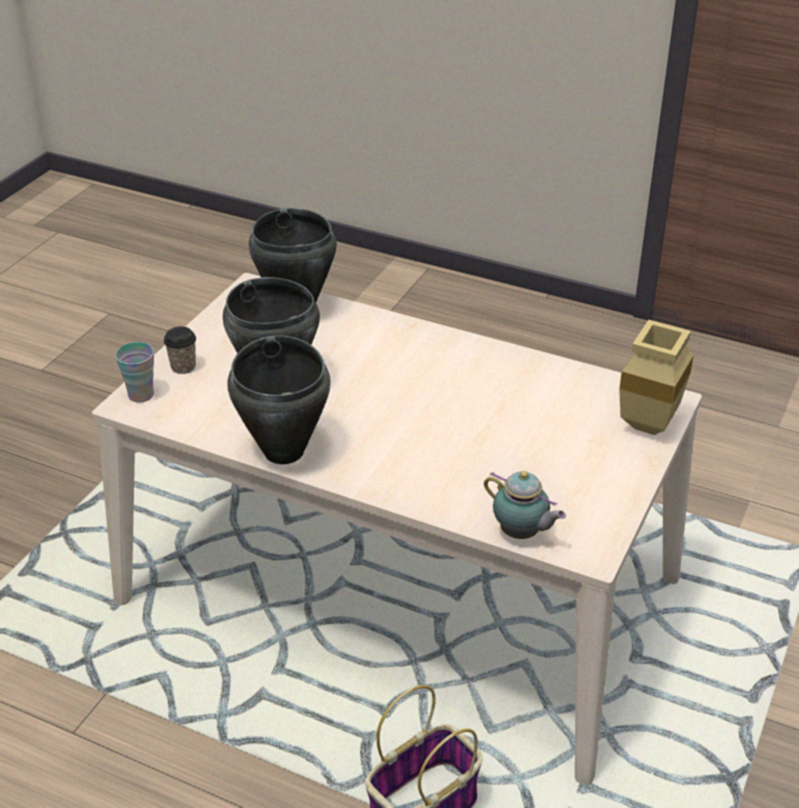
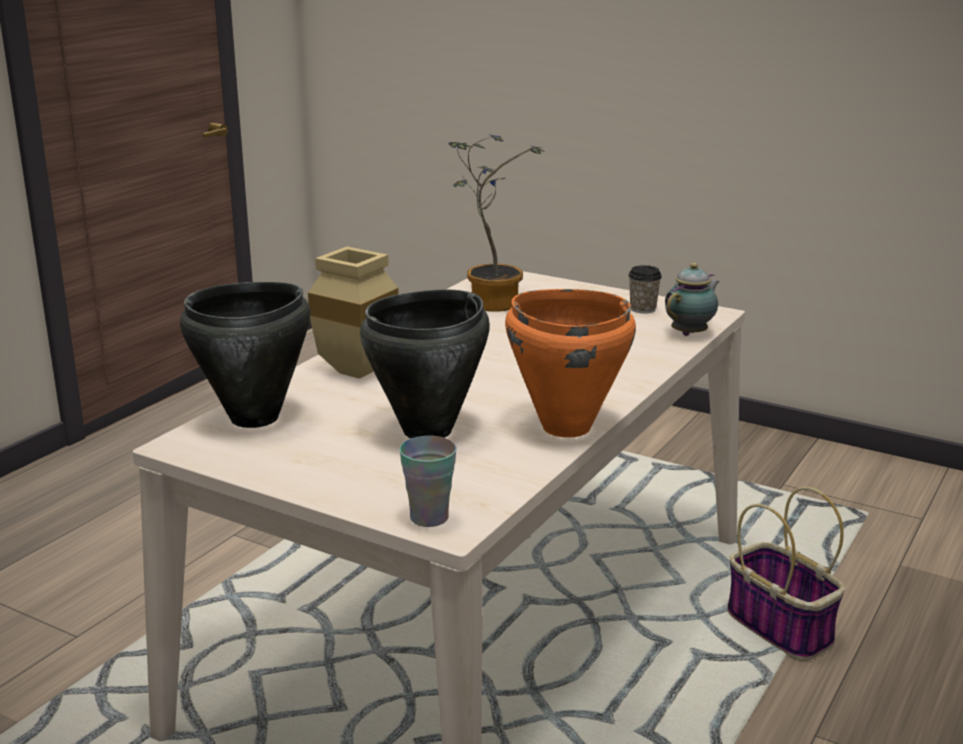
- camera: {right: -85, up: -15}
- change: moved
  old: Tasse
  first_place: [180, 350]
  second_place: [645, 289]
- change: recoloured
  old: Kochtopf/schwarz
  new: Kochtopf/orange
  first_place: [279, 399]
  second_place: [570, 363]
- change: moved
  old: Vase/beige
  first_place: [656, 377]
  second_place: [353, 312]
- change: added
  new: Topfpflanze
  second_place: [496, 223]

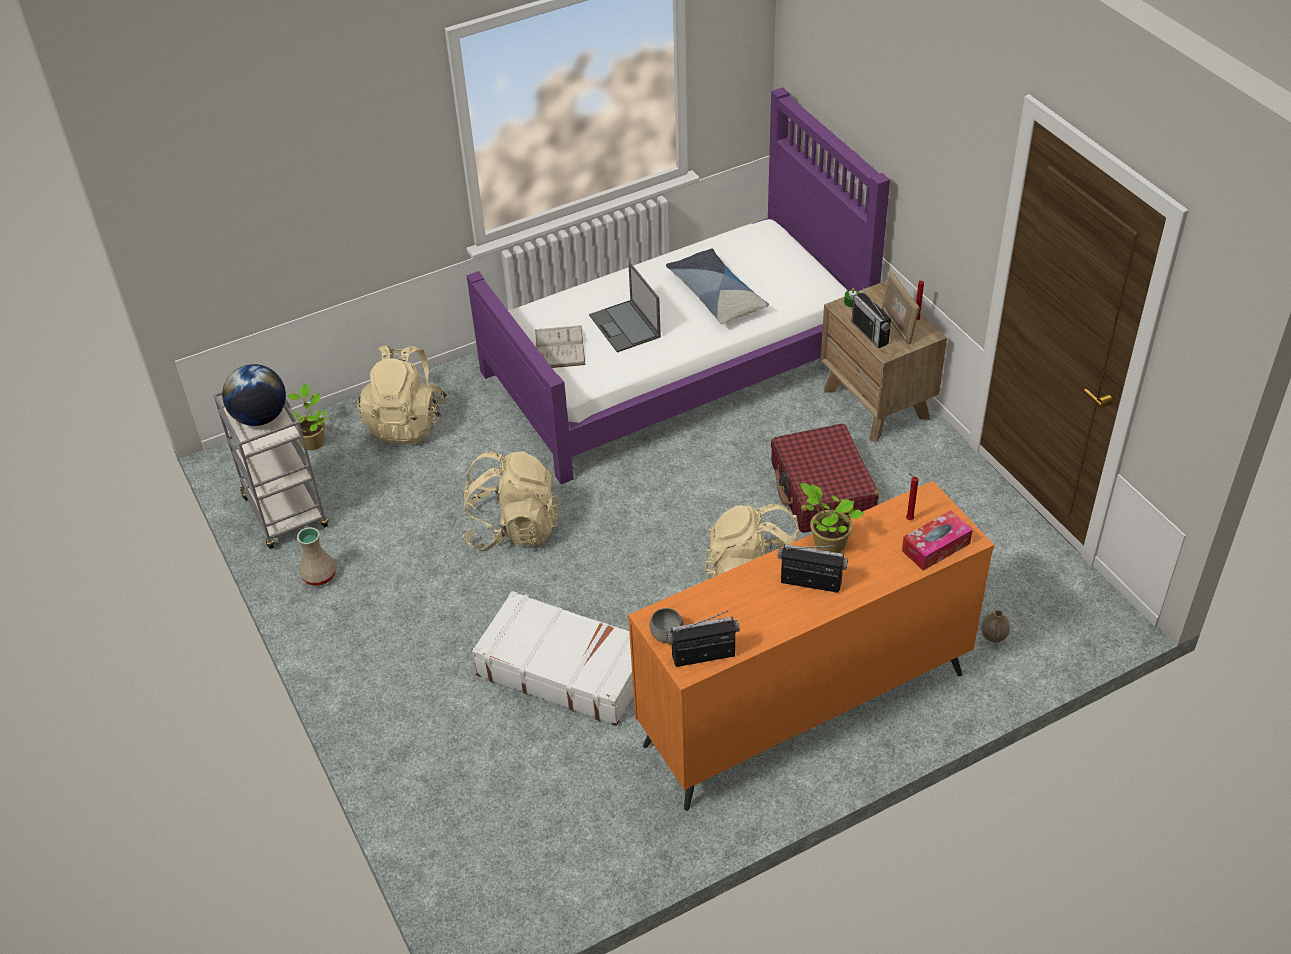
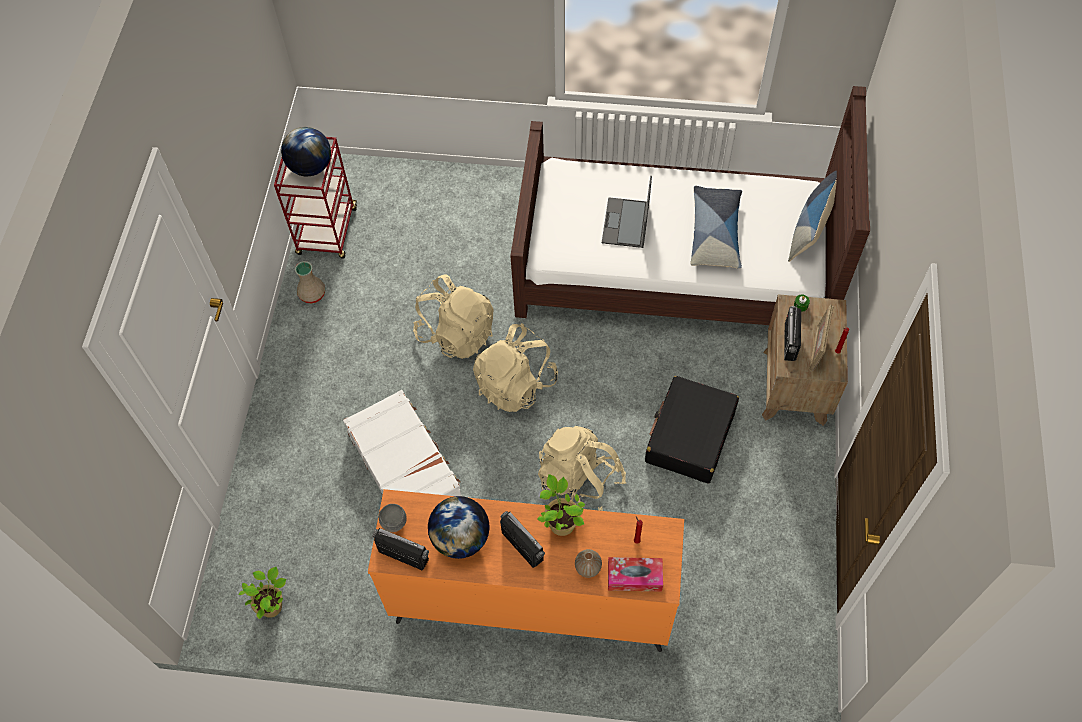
- camera: {right: 35, up: 15}
- change: recoloured
  old: Rollwagen/grau
  new: Rollwagen/rot
  first_place: [271, 470]
  second_place: [315, 198]
- change: moved
  old: Topfpflanze
  first_place: [306, 417]
  second_place: [262, 593]
- change: moved
  old: Rucksack/beige
  first_place: [402, 394]
  second_place: [515, 367]
- change: recoloured
  old: Bett/lila
  new: Bett/braun
  first_place: [678, 285]
  second_place: [690, 205]
- change: removed
  old: Buch/weiß
  first_place: [560, 346]
- change: recoloured
  old: Koffer/rot
  new: Koffer/schwarz
  first_place: [825, 478]
  second_place: [692, 429]
- change: moved
  old: Vase
  first_place: [995, 626]
  second_place: [588, 563]
- change: added
  new: Globus
  second_place: [459, 527]
- change: added
  new: Kissen
  second_place: [812, 216]

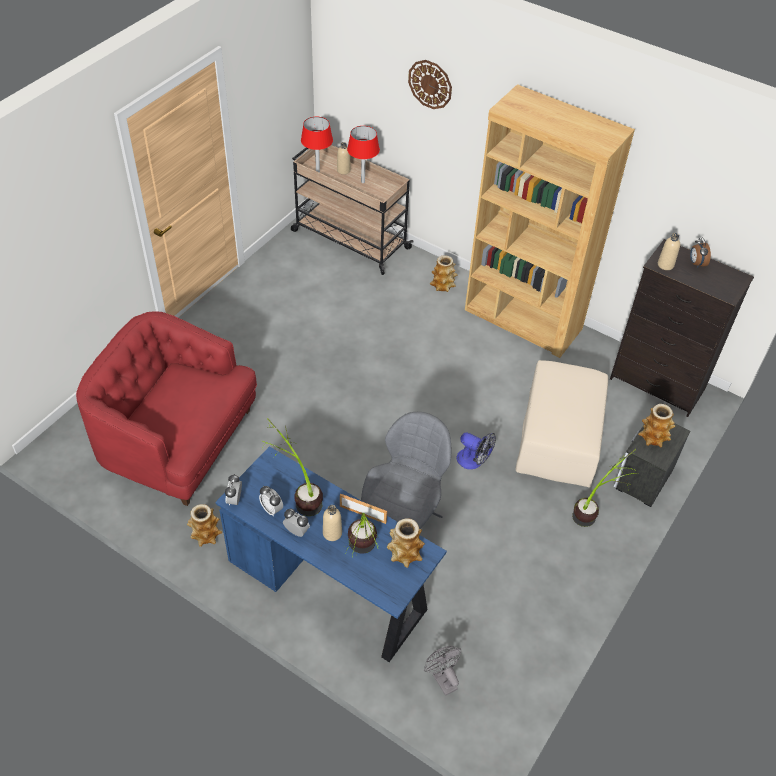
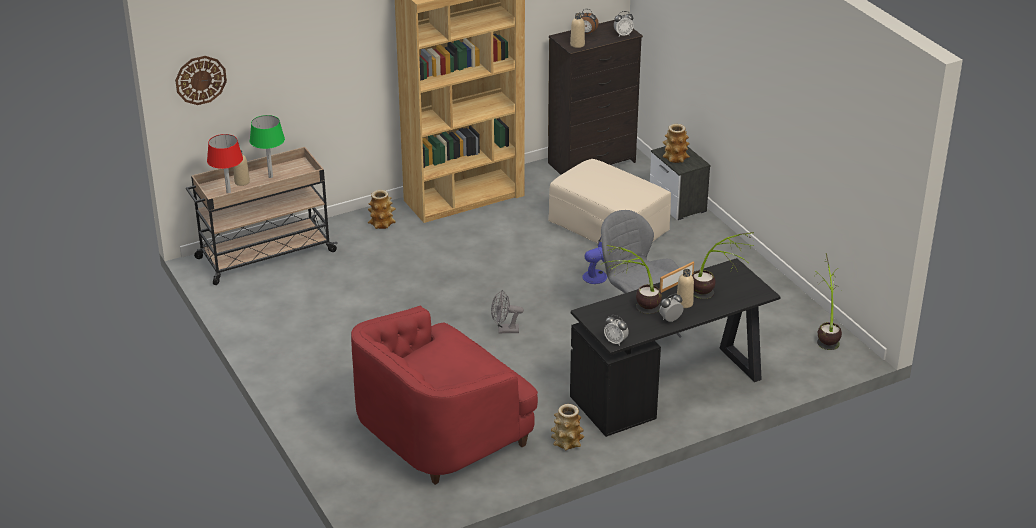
- camera: {right: -60, up: -15}
- change: recoloured
  old: Schreibtisch/blau
  new: Schreibtisch/schwarz
  first_place: [331, 554]
  second_place: [675, 347]
- change: moved
  old: Wecker
  first_place: [271, 501]
  second_place: [623, 23]
- change: recoloured
  old: Tischlampe/rot
  new: Tischlampe/grün
  first_place: [363, 154]
  second_place: [267, 146]
- change: removed
  old: Vase
  first_place: [406, 543]
- change: moved
  old: Wanduhr
  first_place: [430, 84]
  second_place: [201, 80]
- change: moved
  old: Ventilator/grau
  first_place: [442, 671]
  second_place: [507, 312]
- change: moved
  old: Topfpflanze
  first_place: [604, 488]
  second_place: [827, 301]

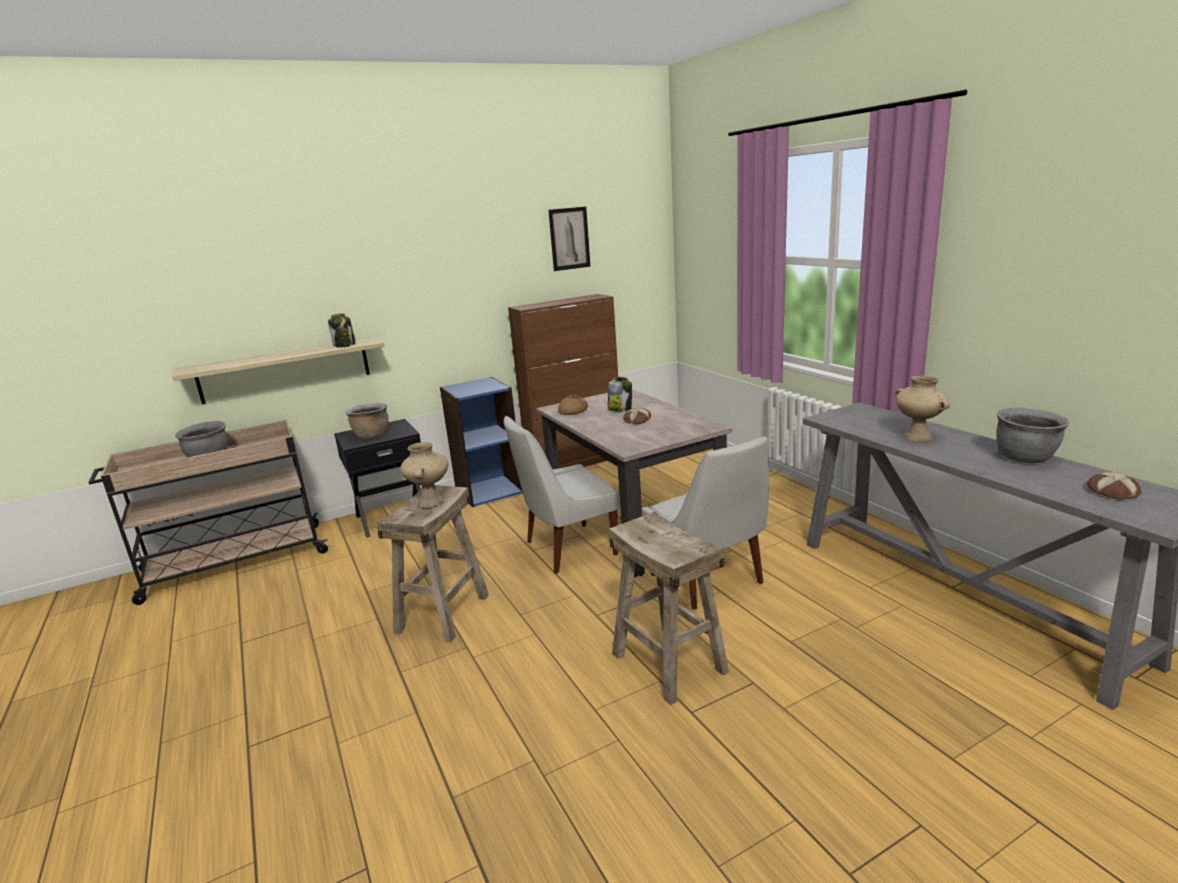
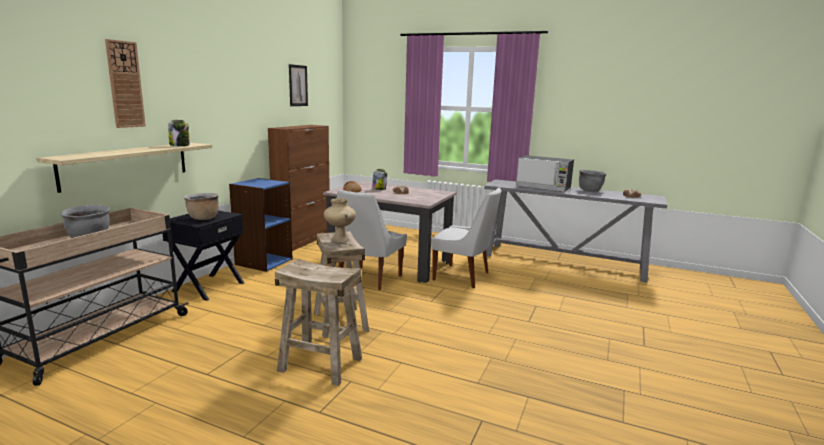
- camera: {right: -40, up: -5}
- change: moved
  old: Hocker/beige
  first_place: [669, 608]
  second_place: [318, 322]
- change: replaced
  old: Vase/beige
  new: Mikrowelle
  first_place: [922, 408]
  second_place: [545, 173]
- change: added
  new: Wanduhr
  second_place: [125, 83]

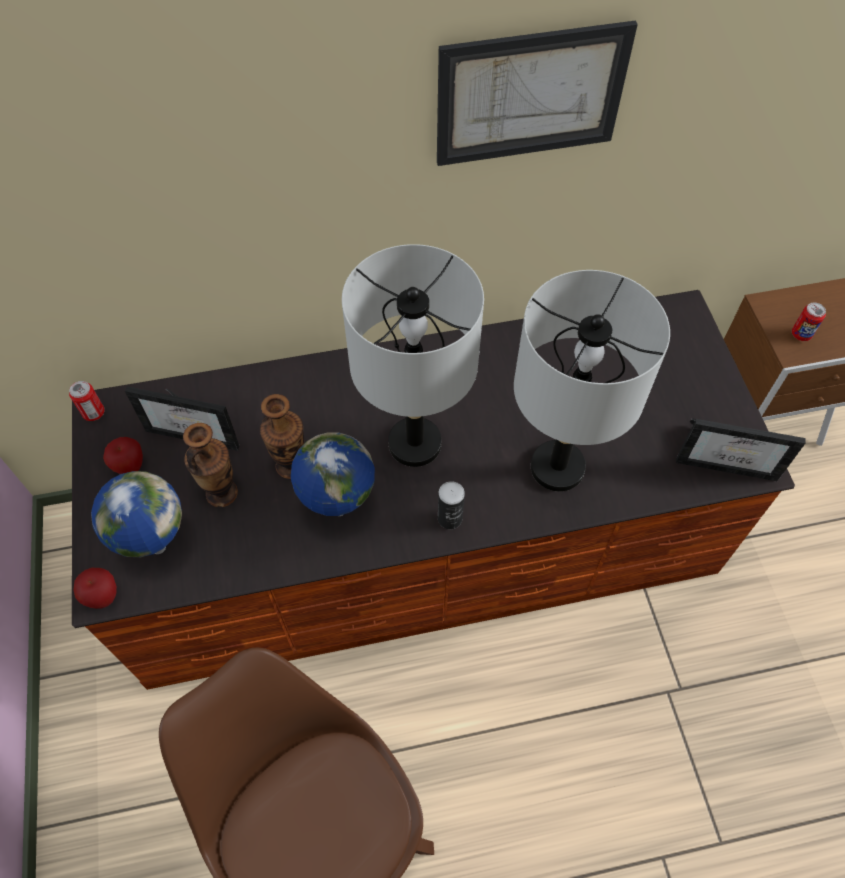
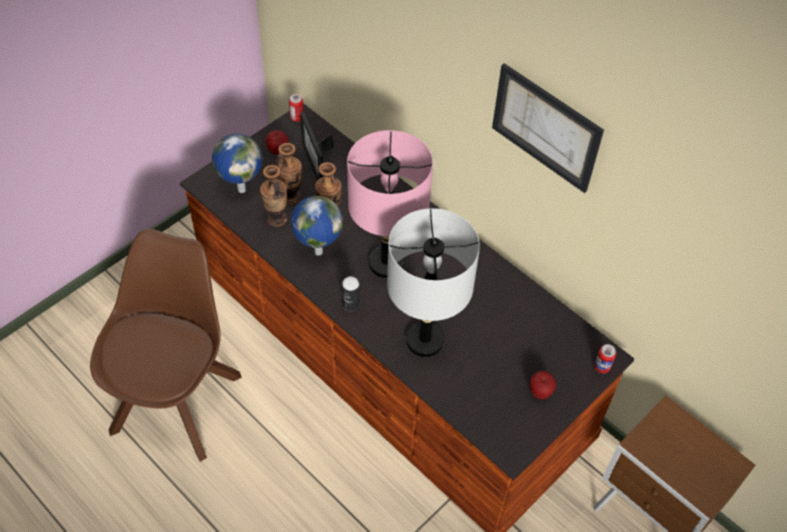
- camera: {right: 55, up: -5}
- change: moved
  old: Apfel
  first_place: [95, 588]
  second_place: [542, 385]
- change: recoloured
  old: Tischlampe/grau
  new: Tischlampe/rosa
  first_place: [413, 355]
  second_place: [390, 204]
- change: removed
  old: Bilderrahmen
  first_place: [740, 449]
- change: moved
  old: Dose
  first_place: [809, 321]
  second_place: [605, 358]
- change: added
  new: Vase
  second_place: [273, 196]

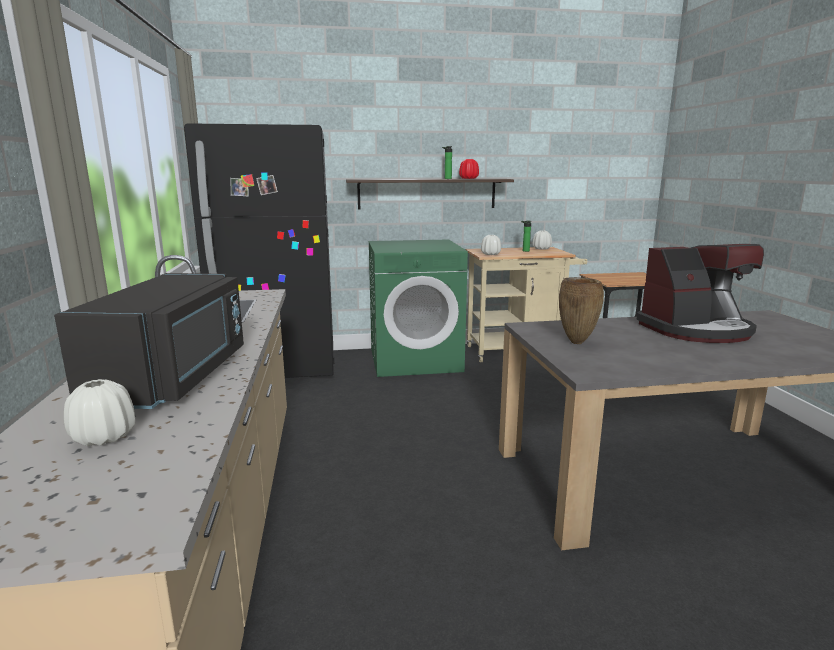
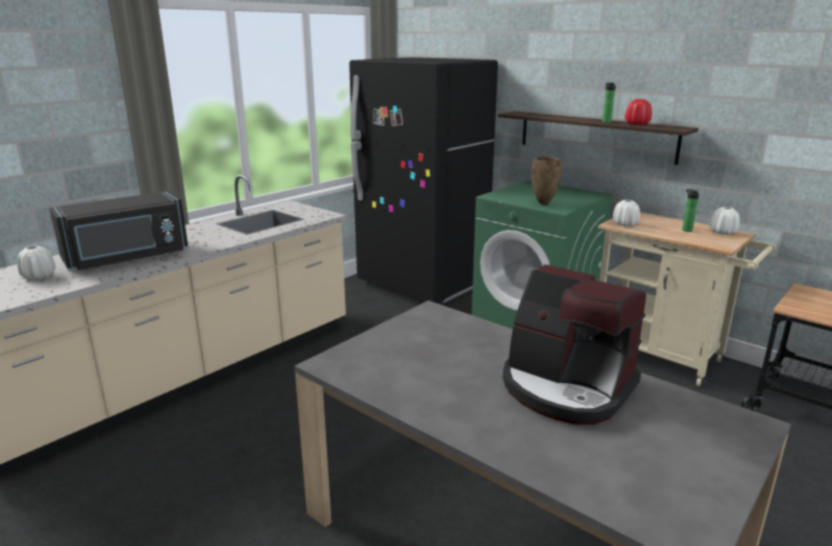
- camera: {right: 50, up: 5}
- change: moved
  old: Vase/braun
  first_place: [581, 310]
  second_place: [546, 180]

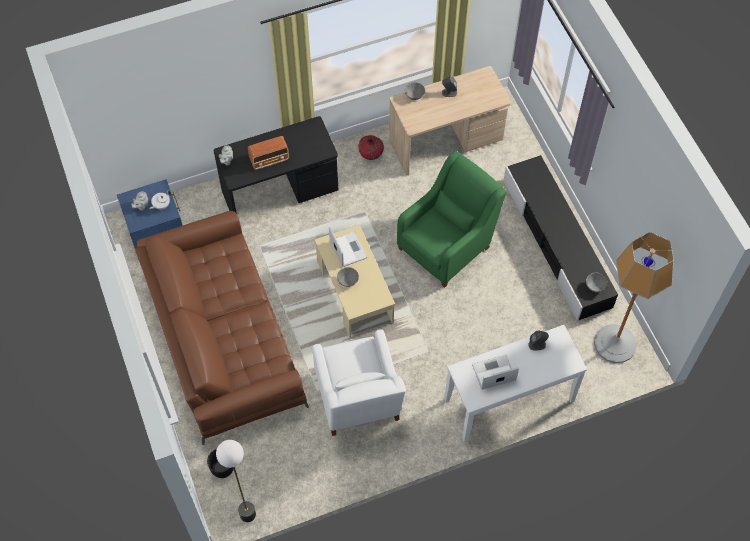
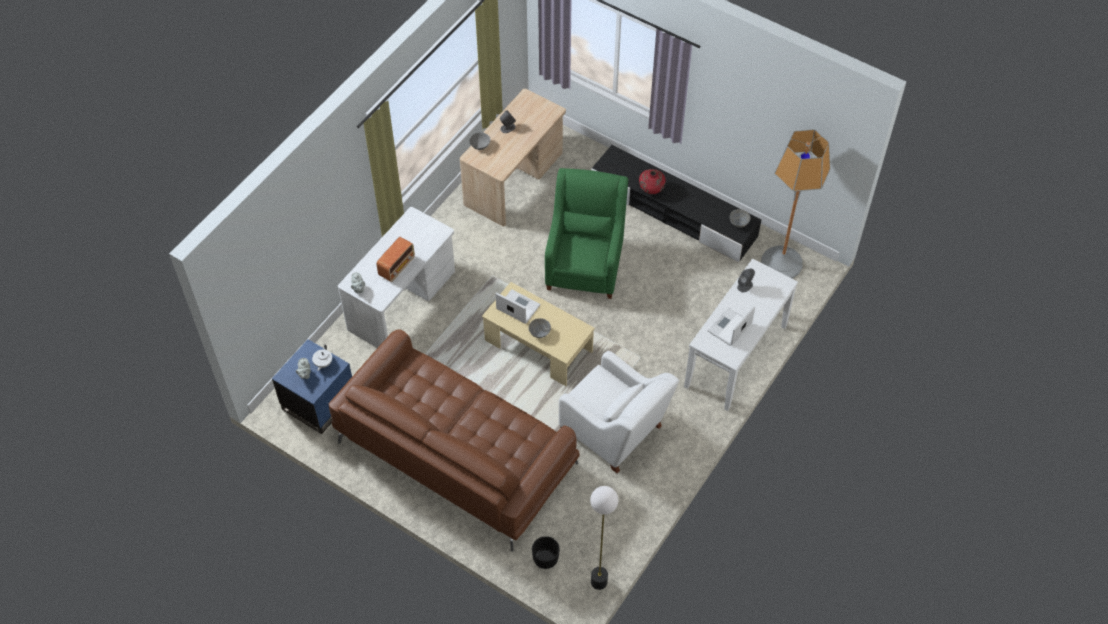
- camera: {right: -35, up: -5}
- change: recoloured
  old: Schreibtisch/schwarz
  new: Schreibtisch/weiß
  first_place: [275, 165]
  second_place: [396, 277]
- change: moved
  old: Vase/rot
  first_place: [371, 147]
  second_place: [652, 182]

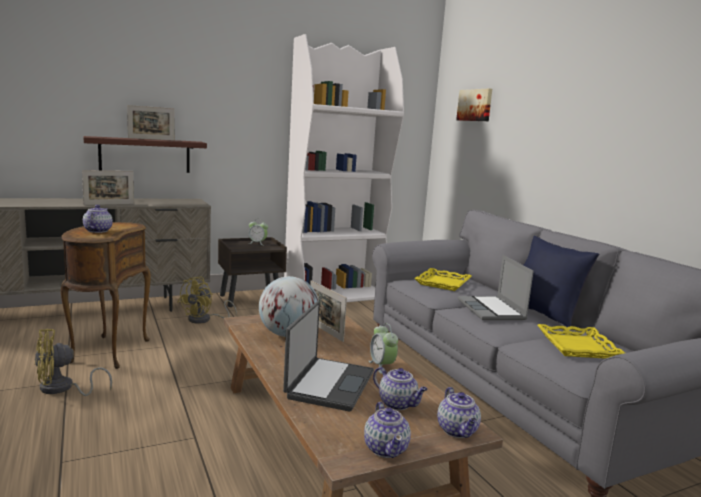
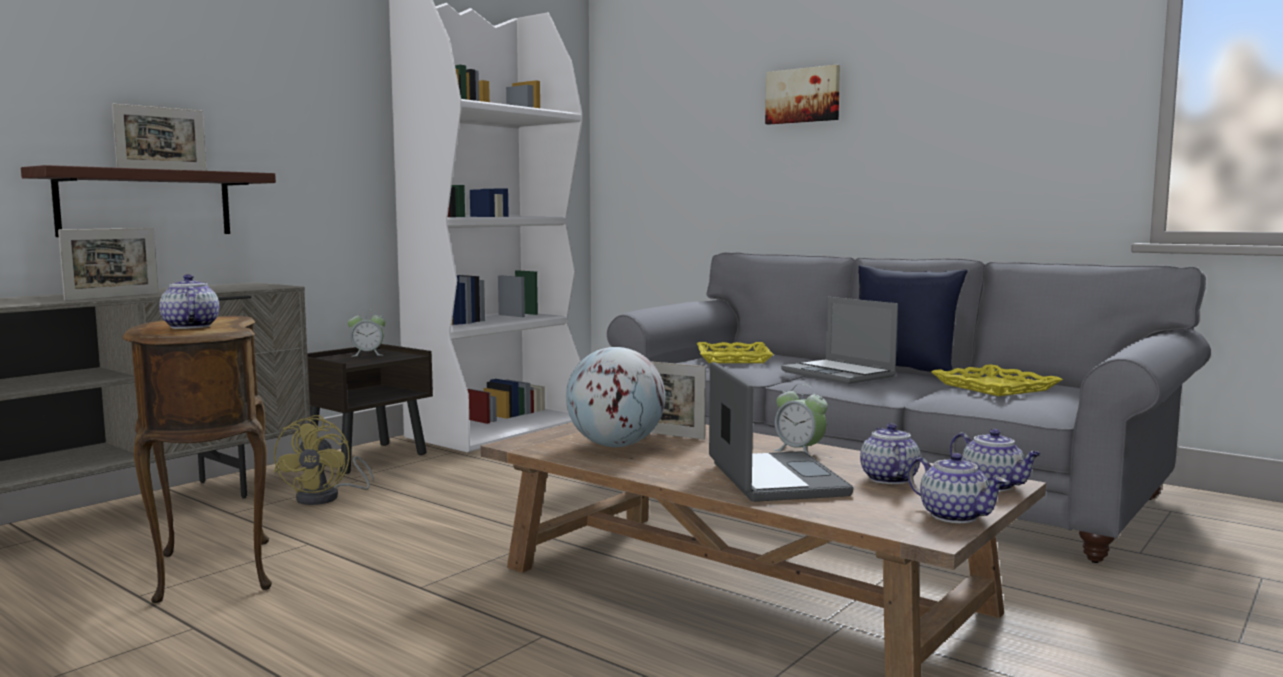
- camera: {right: -25, up: -5}
- change: removed
  old: Ventilator/gelb
  first_place: [73, 362]
- change: turned
  old: Teekanne
  first_place: [400, 388]
  second_place: [890, 453]
  degrees: -105
- change: moved
  old: Bild
  first_place: [474, 105]
  second_place: [802, 95]

